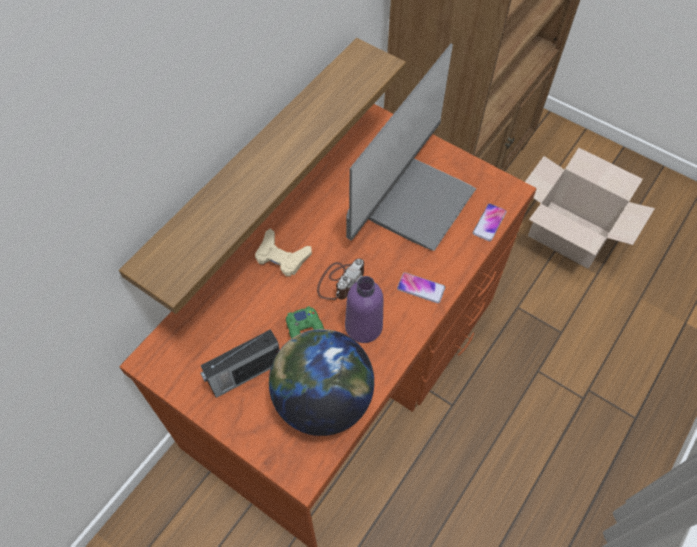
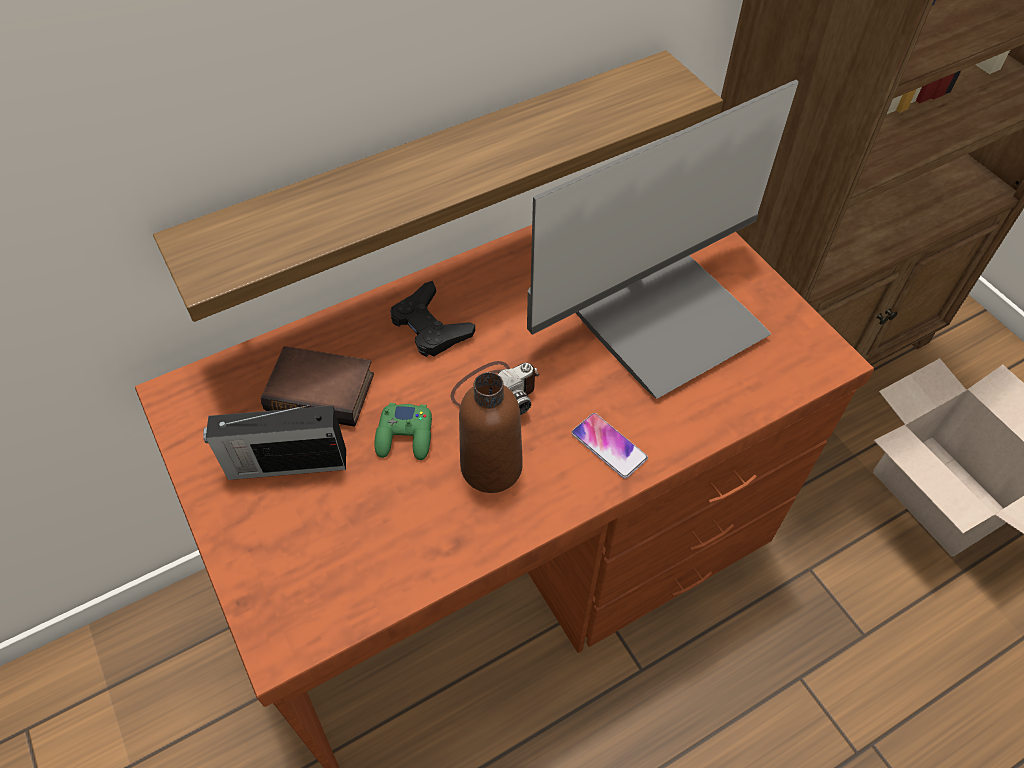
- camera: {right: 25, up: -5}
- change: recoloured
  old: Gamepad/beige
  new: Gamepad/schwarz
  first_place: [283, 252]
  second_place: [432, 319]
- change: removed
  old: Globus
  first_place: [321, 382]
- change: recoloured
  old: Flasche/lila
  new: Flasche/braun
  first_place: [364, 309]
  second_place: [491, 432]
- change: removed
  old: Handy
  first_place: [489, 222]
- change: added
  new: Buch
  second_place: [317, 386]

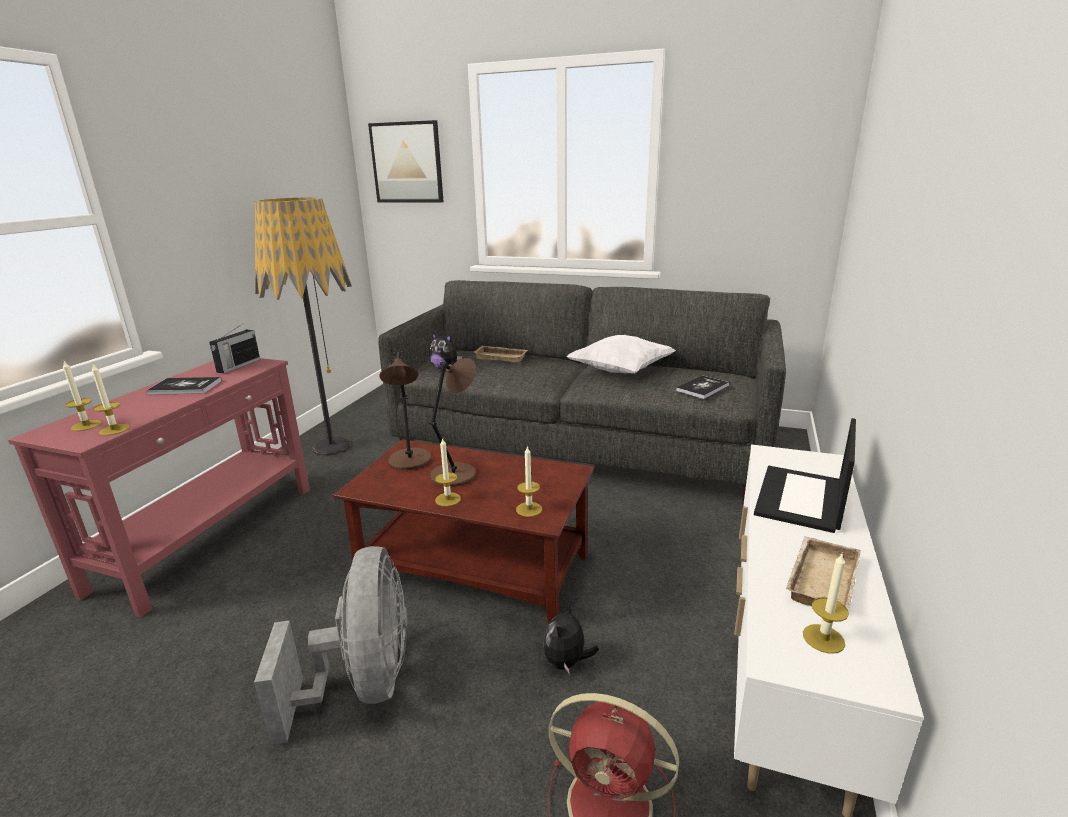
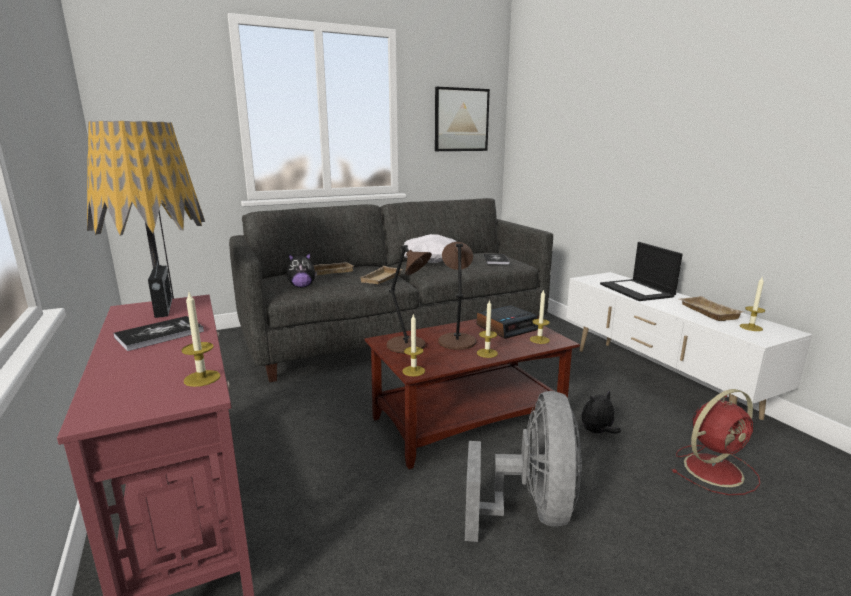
- camera: {right: -45, up: -5}
- change: moved
  old: Kerze
  first_place: [82, 396]
  second_place: [413, 344]
- change: turned
  old: Ventilator/grau
  first_place: [330, 645]
  second_place: [523, 466]
  degrees: 60
- change: moved
  old: Bild
  first_place: [406, 161]
  second_place: [462, 119]
- change: turned
  old: Plüschtier
  first_place: [571, 638]
  second_place: [601, 412]
  degrees: 90
- change: added
  new: Tablett/beige
  second_place: [381, 275]
- change: added
  new: Wecker
  second_place: [507, 322]

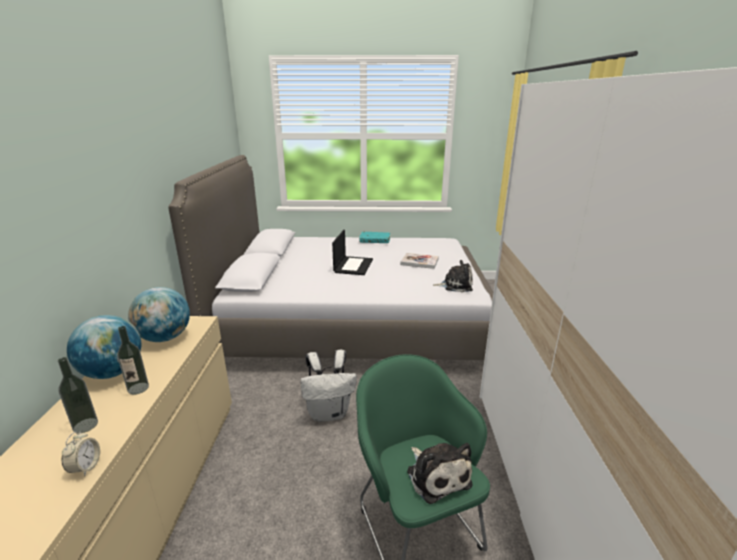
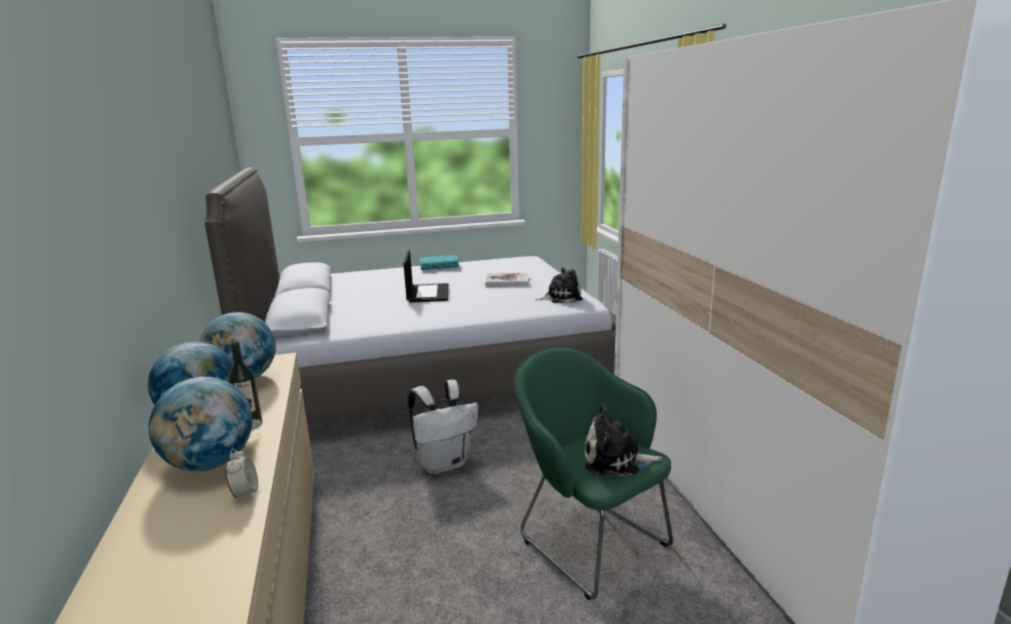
- camera: {right: -15, up: -5}
- change: replaced
  old: Flasche
  new: Globus
  first_place: [78, 395]
  second_place: [201, 424]
- change: turned
  old: Plüschtier
  first_place: [440, 473]
  second_place: [623, 440]
  degrees: 135

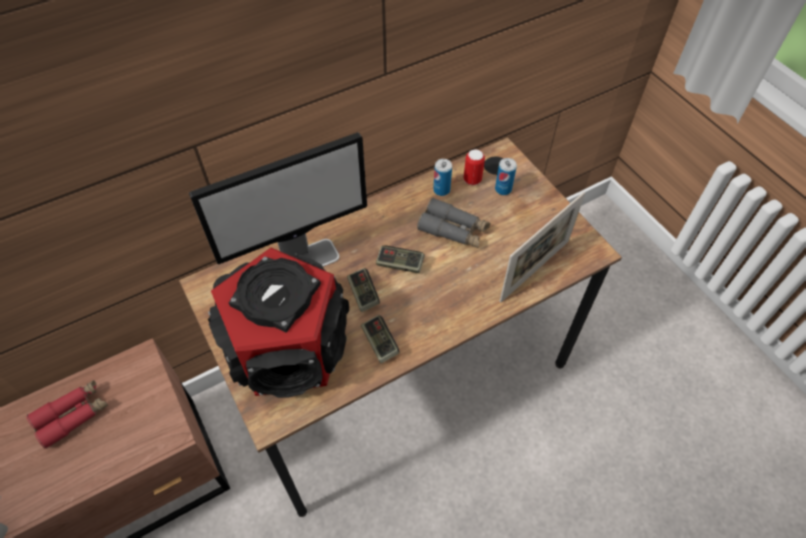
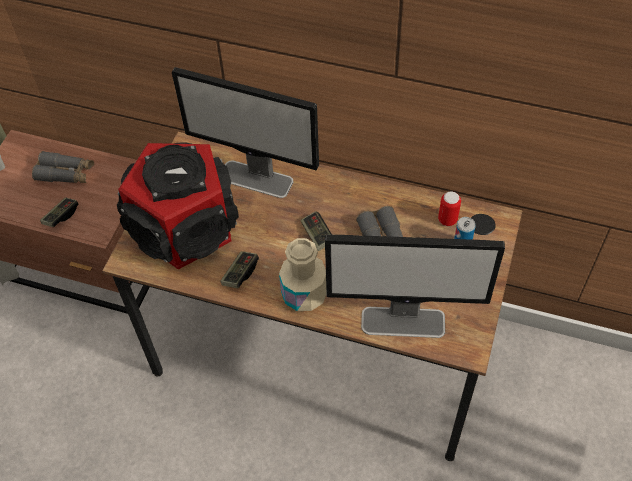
- camera: {right: 50, up: 0}
- change: recoloured
  old: Fernglas/rot
  new: Fernglas/grau
  first_place: [67, 414]
  second_place: [63, 167]
- change: moved
  old: Gamepad
  first_place: [363, 290]
  second_place: [59, 212]
- change: removed
  old: Dose
  first_place: [442, 177]
- change: replaced
  old: Bilderrahmen
  new: Monitor
  first_place: [542, 247]
  second_place: [415, 286]
- change: added
  new: Flasche/beige
  second_place: [303, 274]

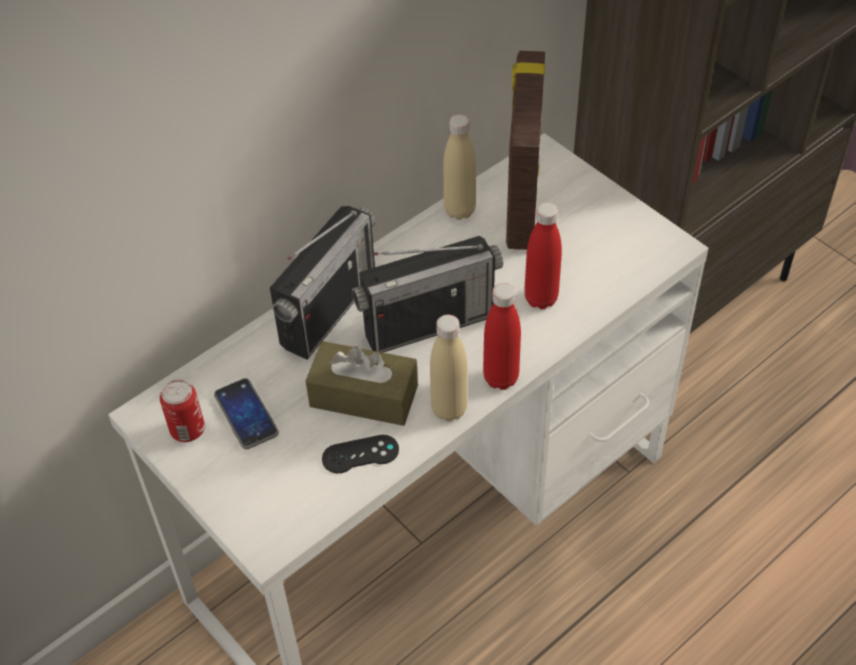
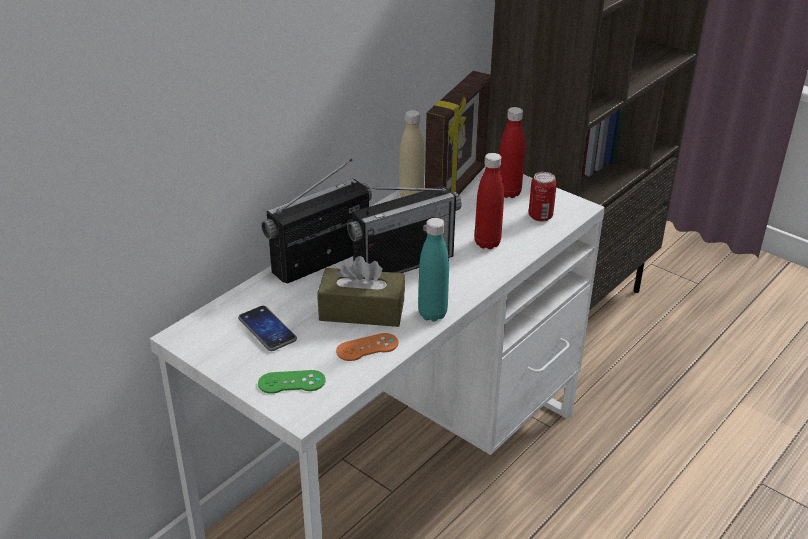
- camera: {right: -10, up: -15}
- change: moved
  old: Dose
  first_place: [182, 410]
  second_place: [543, 197]
- change: turned
  old: Radio
  first_place: [322, 283]
  second_place: [316, 221]
  degrees: -150
- change: recoloured
  old: Gamepad/schwarz
  new: Gamepad/orange
  first_place: [360, 454]
  second_place: [367, 347]
- change: recoloured
  old: Flasche/beige
  new: Flasche/türkis
  first_place: [449, 368]
  second_place: [433, 269]
- change: moved
  old: Flasche/rot
  first_place: [502, 336]
  second_place: [512, 152]
- change: turned
  old: Bilderrahmen
  first_place: [525, 150]
  second_place: [458, 132]
  degrees: -150
- change: added
  new: Gamepad/grün
  second_place: [292, 382]

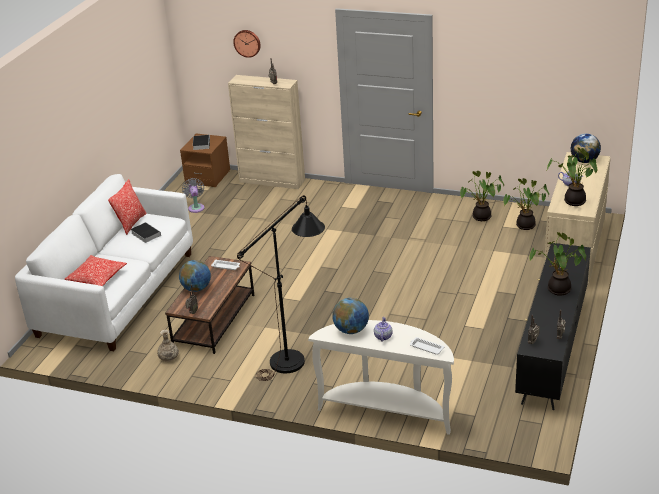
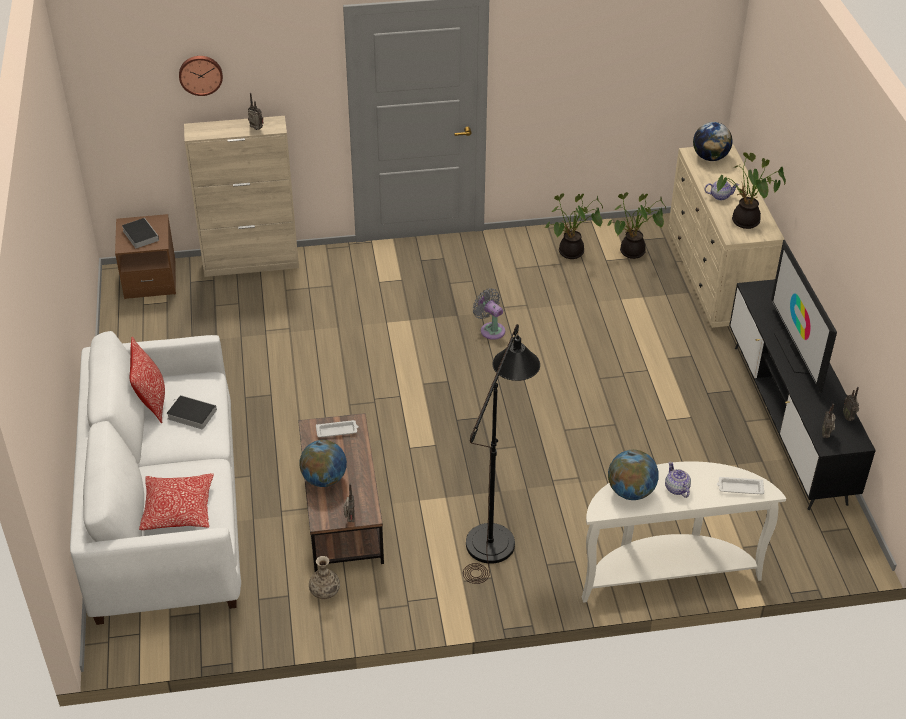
- camera: {right: -30, up: 10}
- change: moved
  old: Ventilator/grau
  first_place: [193, 195]
  second_place: [488, 314]
- change: replaced
  old: Topfpflanze
  new: Fernseher
  first_place: [557, 264]
  second_place: [804, 316]

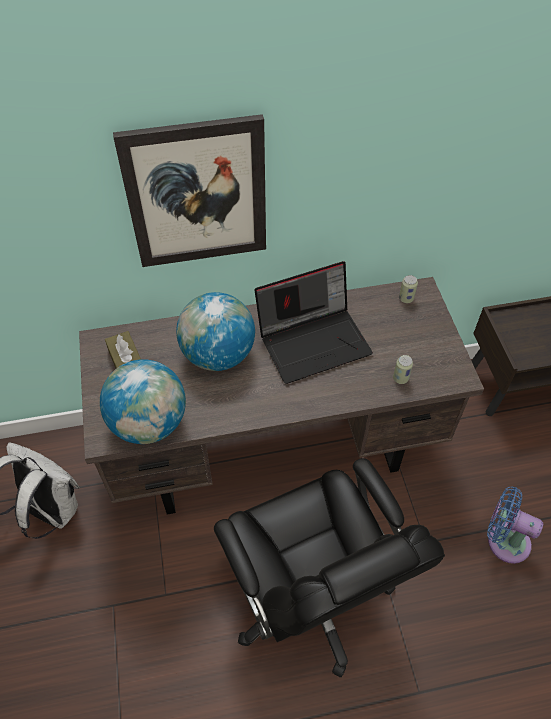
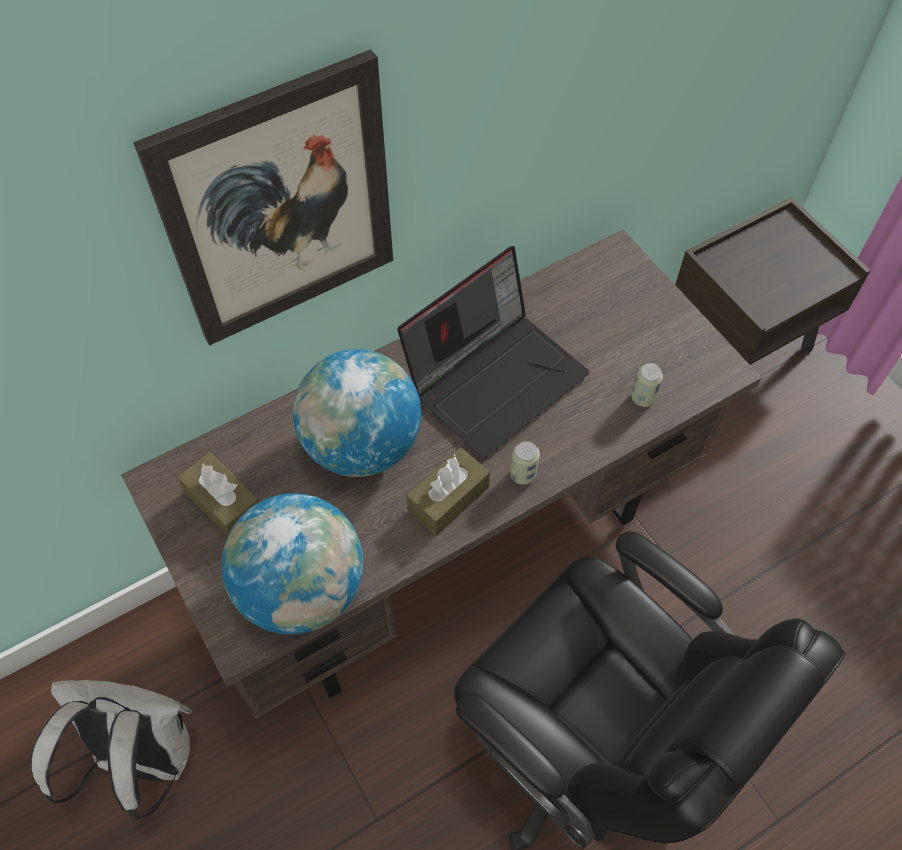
- camera: {right: -20, up: 5}
- change: moved
  old: Dose
  first_place: [408, 289]
  second_place: [525, 463]
- change: removed
  old: Ventilator/blau
  first_place: [515, 525]
- change: added
  new: Taschentuchbox/braun
  second_place: [448, 492]

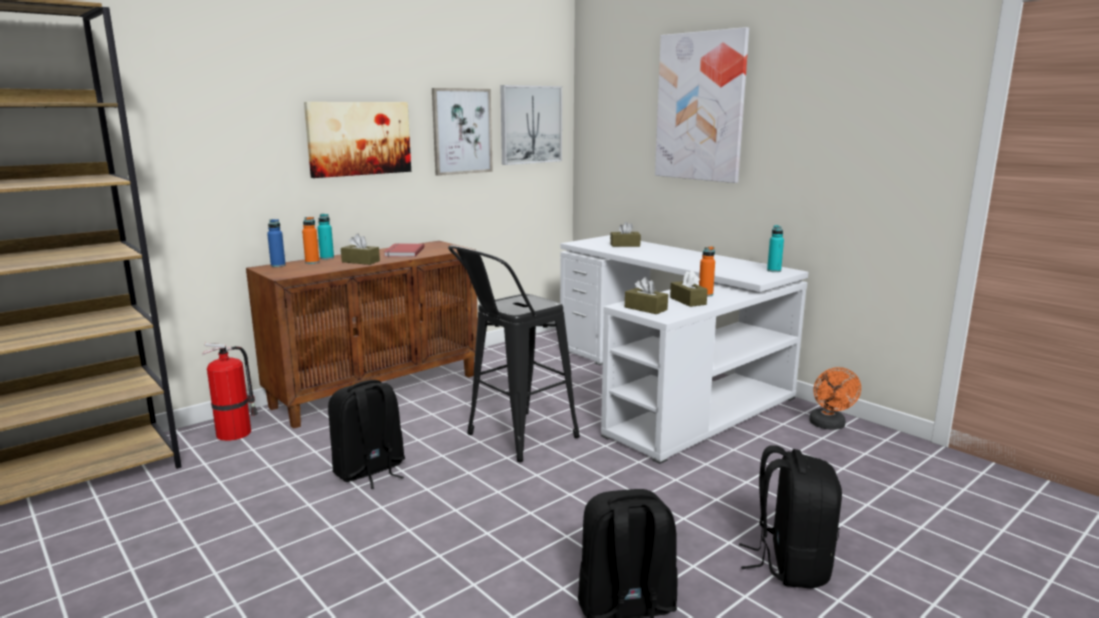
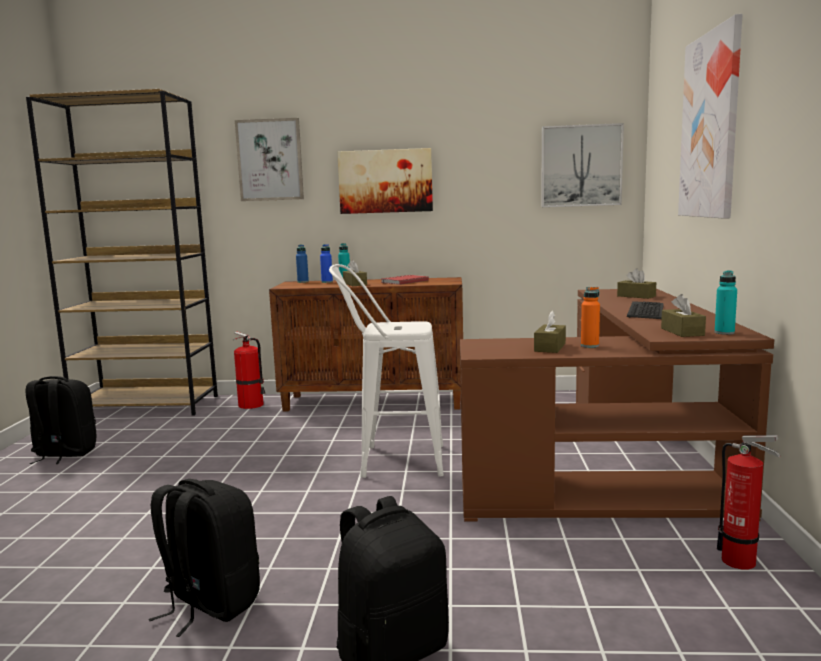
- camera: {right: 45, up: -5}
- change: recoloured
  old: Flasche/orange
  new: Flasche/blau
  first_place: [310, 240]
  second_place: [326, 263]
- change: moved
  old: Rucksack/schwarz
  first_place: [367, 434]
  second_place: [60, 420]
- change: moved
  old: Bild
  first_place: [462, 132]
  second_place: [269, 159]
- change: recoloured
  old: Hocker/schwarz
  new: Hocker/weiß
  first_place: [514, 353]
  second_place: [386, 371]
- change: recoloured
  old: Schreibtisch/weiß
  new: Schreibtisch/braun
  first_place: [684, 349]
  second_place: [617, 405]
- change: moved
  old: Taschentuchbox/braun
  first_place: [646, 295]
  second_place: [683, 315]
- change: replaced
  old: Ventilator/orange
  new: Feuerlöscher
  first_place: [835, 398]
  second_place: [748, 502]
- change: added
  new: Tastatur
  second_place: [645, 310]

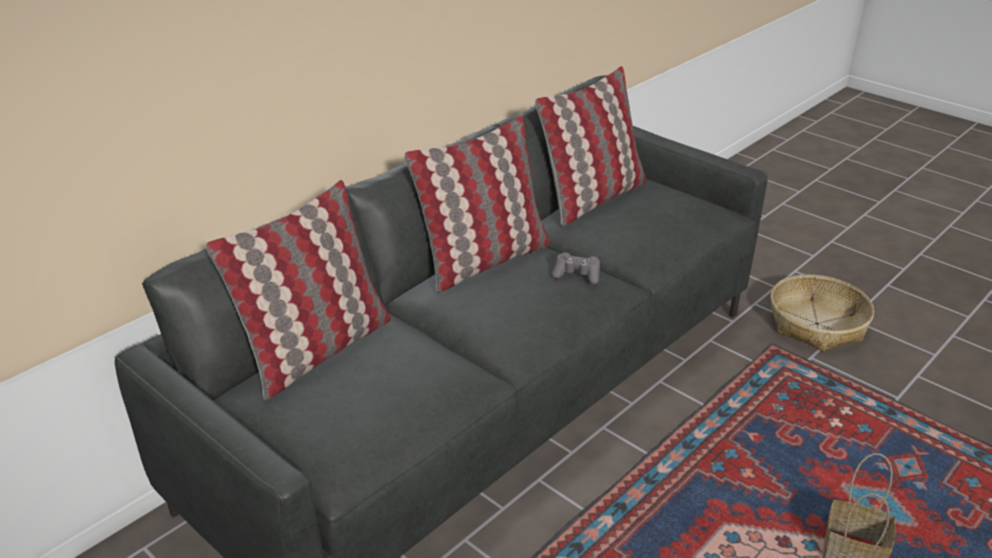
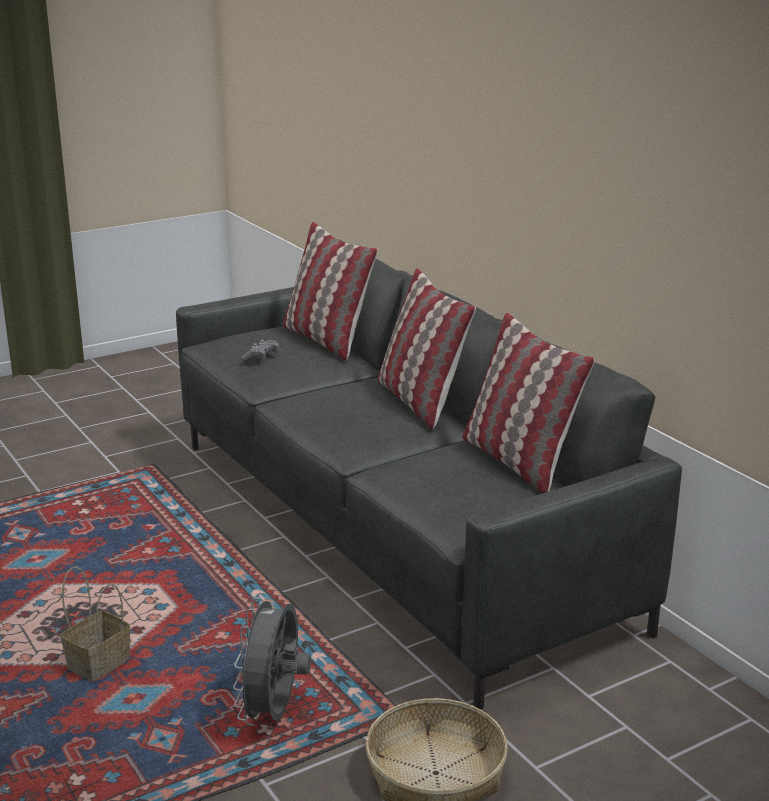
- camera: {right: 105, up: -10}
- change: moved
  old: Gamepad/grau
  first_place: [576, 268]
  second_place: [260, 351]
- change: added
  new: Ventilator/grau
  second_place: [272, 659]

